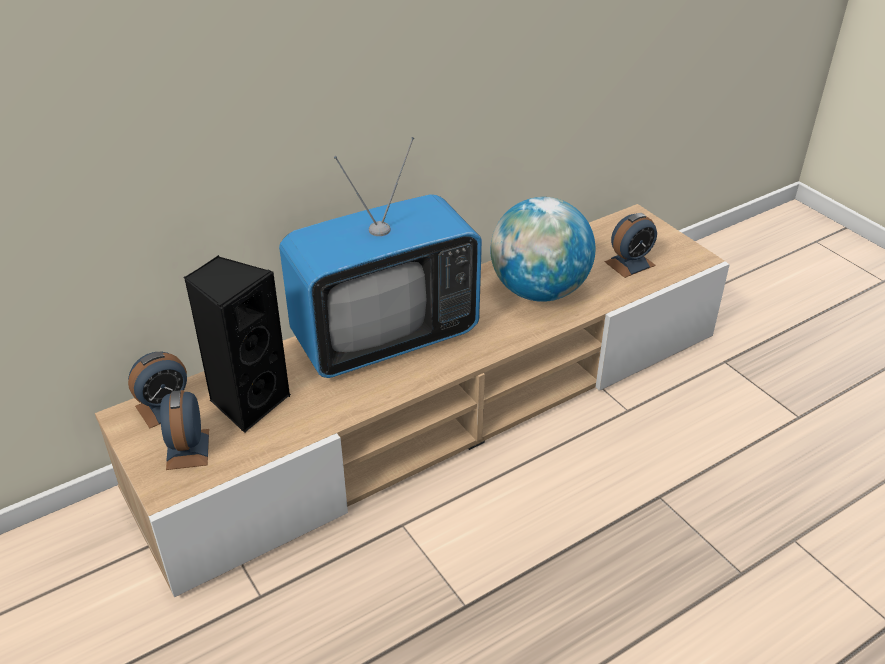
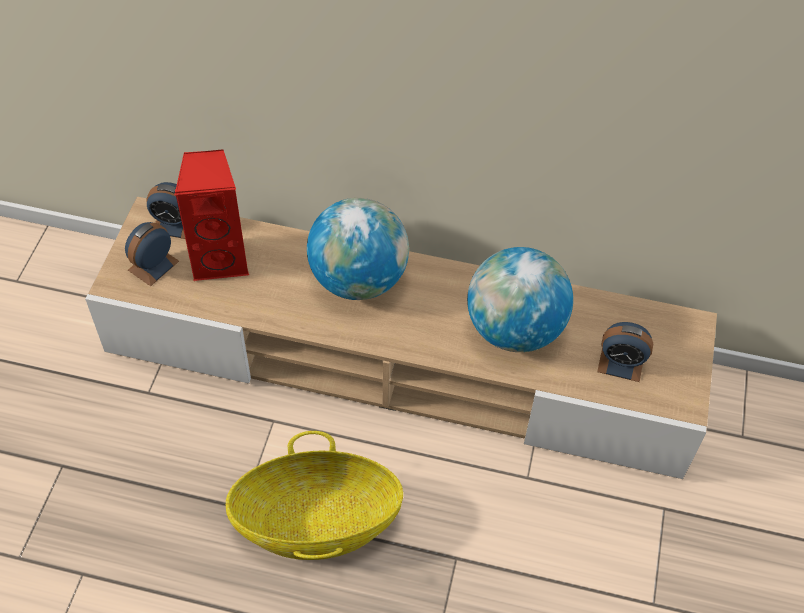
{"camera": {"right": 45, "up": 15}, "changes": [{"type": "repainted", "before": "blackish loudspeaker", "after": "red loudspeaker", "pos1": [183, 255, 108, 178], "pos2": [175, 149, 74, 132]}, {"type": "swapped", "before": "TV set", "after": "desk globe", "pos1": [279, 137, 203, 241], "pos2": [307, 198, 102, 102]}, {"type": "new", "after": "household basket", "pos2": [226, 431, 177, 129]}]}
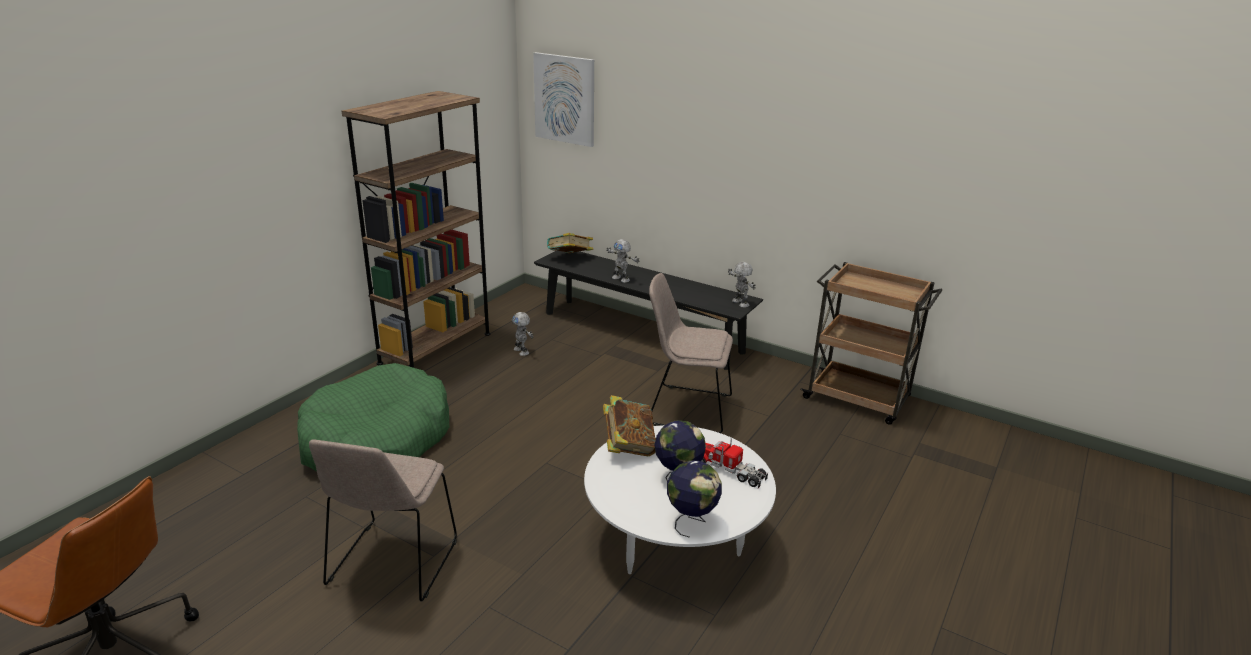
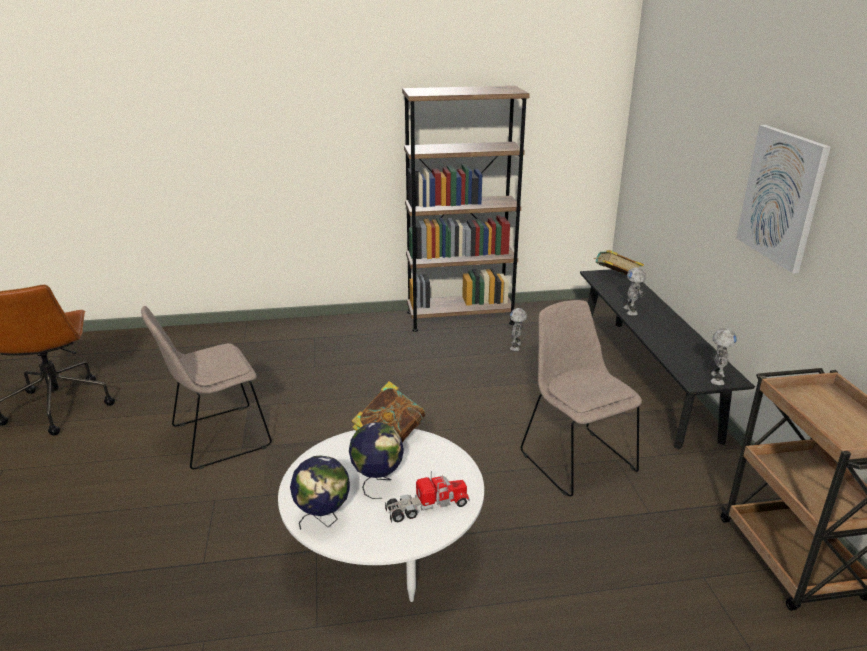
{"camera": {"right": 50, "up": 0}, "changes": [{"type": "gone", "before": "green-coloured dog bed", "pos1": [297, 363, 152, 109]}, {"type": "shifted", "before": "wall picture", "pos1": [533, 52, 61, 95], "pos2": [736, 125, 95, 148]}, {"type": "rotated", "before": "toy truck", "pos1": [701, 438, 67, 50], "pos2": [385, 471, 85, 51], "turn": 75}]}
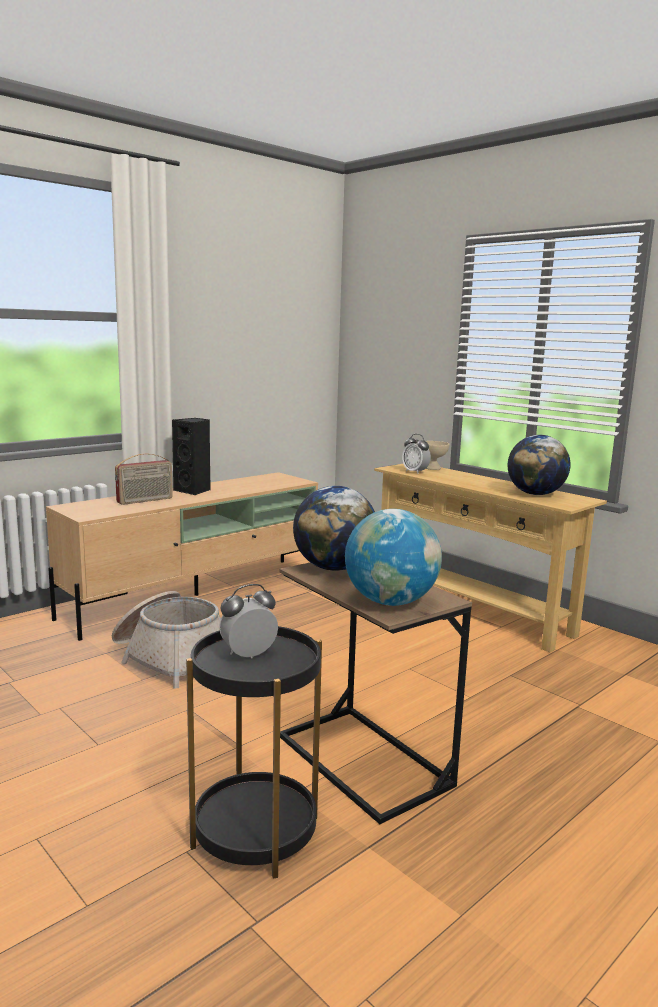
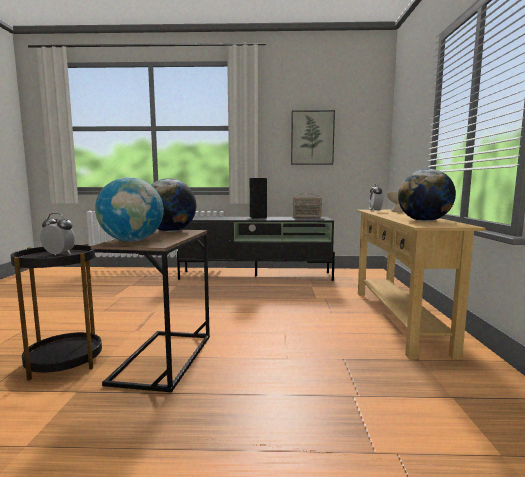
{"camera": {"right": 45, "up": -5}, "changes": [{"type": "repainted", "before": "beige-coloured tv unit", "after": "blackish tv unit", "pos1": [46, 472, 272, 169], "pos2": [177, 217, 158, 64]}, {"type": "gone", "before": "household basket", "pos1": [112, 591, 109, 97]}, {"type": "shifted", "before": "radio", "pos1": [115, 453, 58, 52], "pos2": [293, 193, 29, 24]}, {"type": "new", "after": "wall picture", "pos2": [291, 110, 44, 55]}]}
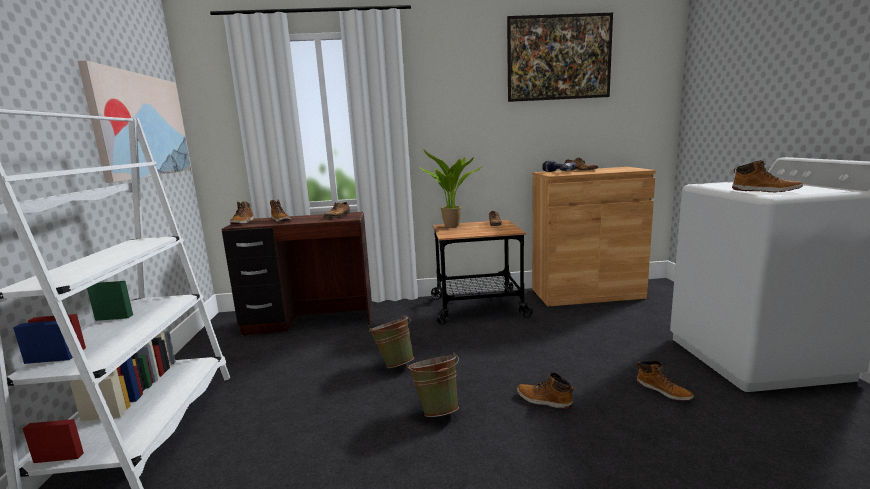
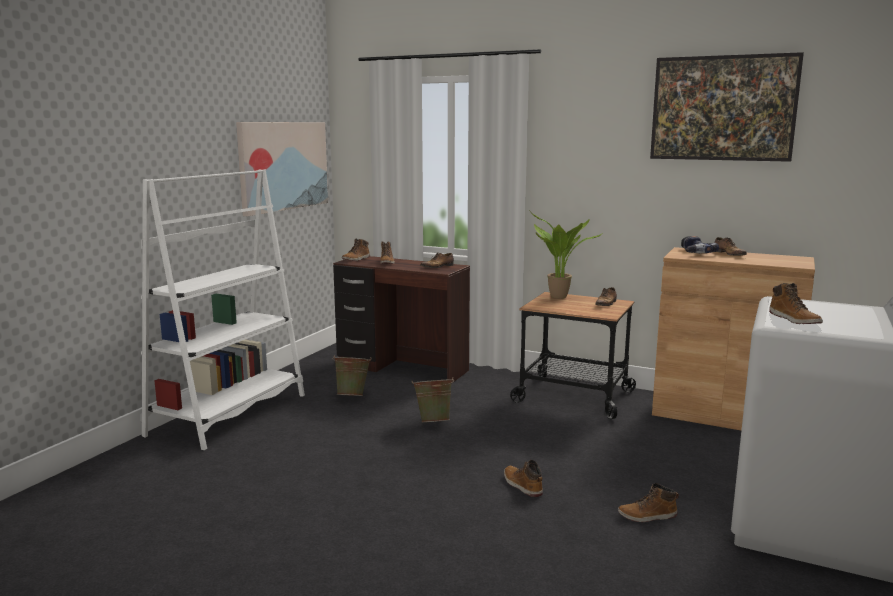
{"camera": {"right": 30, "up": 0}, "changes": [{"type": "shifted", "before": "green-coloured water bucket", "pos1": [407, 352, 52, 65], "pos2": [332, 356, 40, 40]}, {"type": "rotated", "before": "boot", "pos1": [637, 360, 57, 41], "pos2": [618, 483, 61, 39], "turn": 90}]}
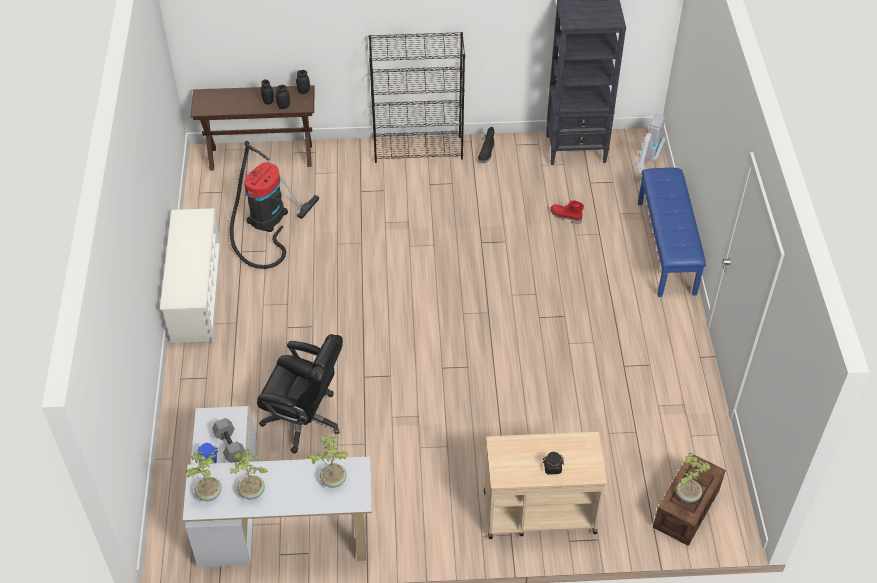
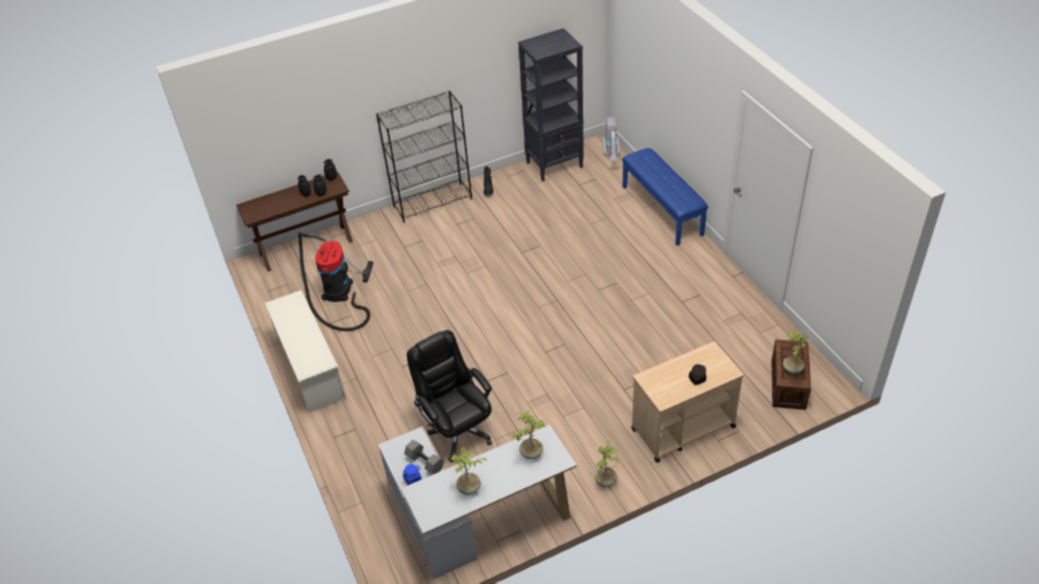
{"camera": {"right": -20, "up": -5}, "changes": [{"type": "shifted", "before": "houseplant", "pos1": [186, 450, 36, 51], "pos2": [595, 441, 24, 46]}, {"type": "rotated", "before": "blackish office chair", "pos1": [257, 334, 86, 120], "pos2": [407, 330, 85, 133], "turn": -120}, {"type": "gone", "before": "red boot", "pos1": [550, 200, 34, 24]}]}
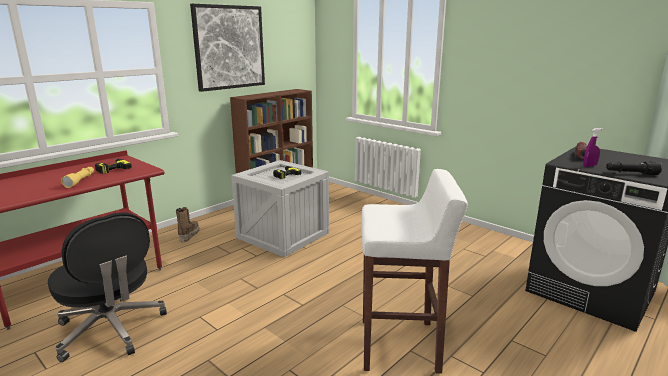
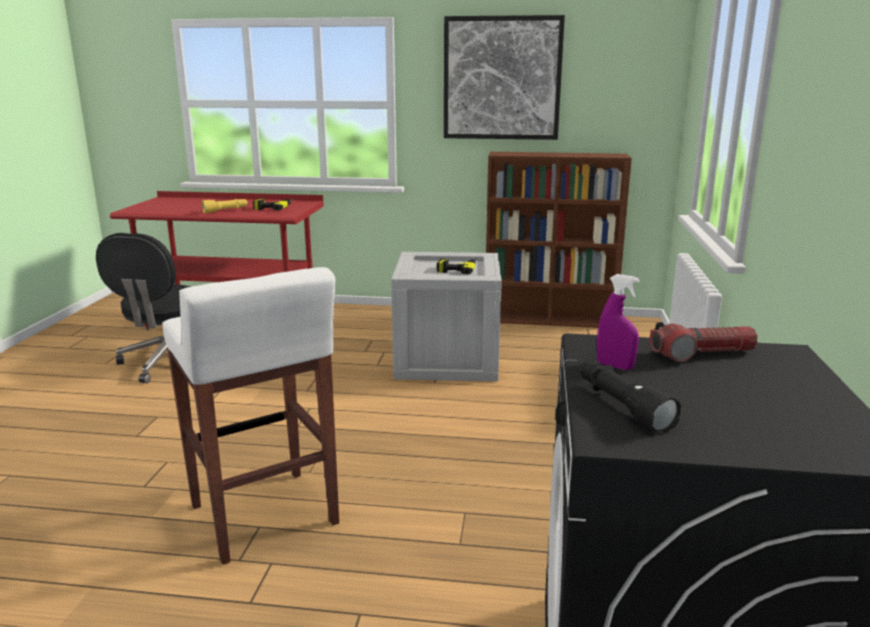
{"camera": {"right": 55, "up": 0}, "changes": [{"type": "gone", "before": "boot", "pos1": [176, 207, 23, 35]}]}
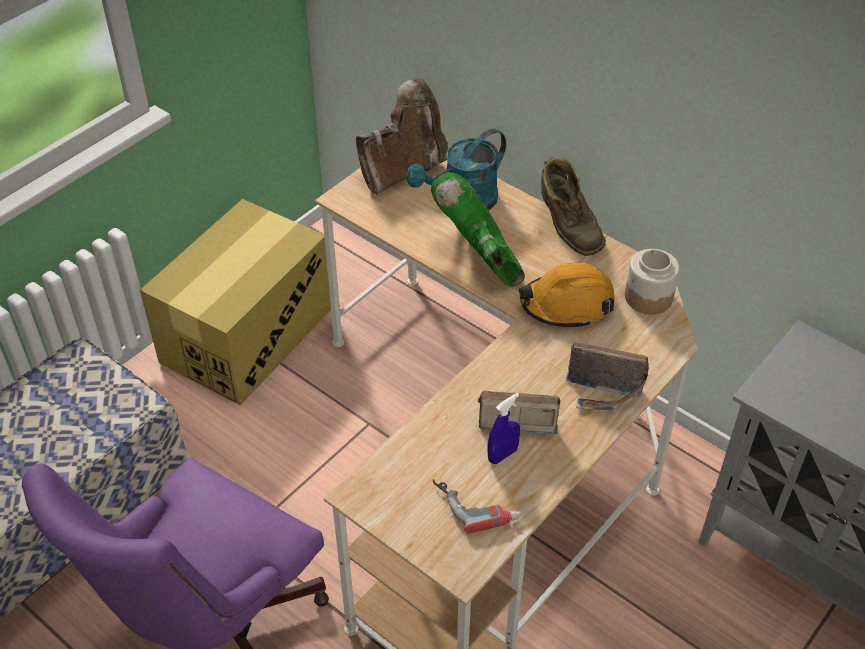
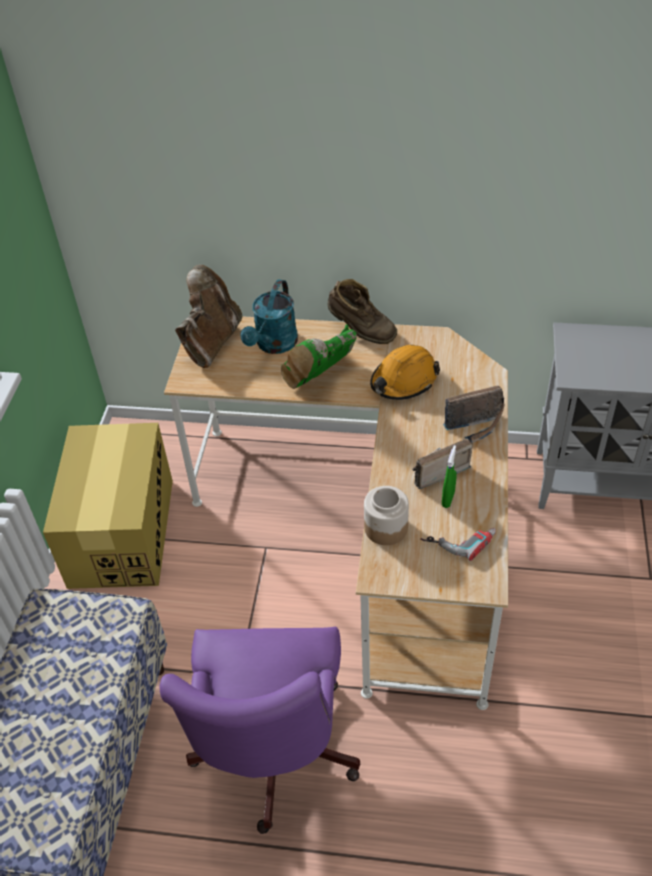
{"camera": {"right": -30, "up": 0}, "changes": [{"type": "rotated", "before": "green-coloured boot", "pos1": [431, 172, 94, 115], "pos2": [281, 324, 76, 65], "turn": -75}, {"type": "repainted", "before": "bluish spray bottle", "after": "green-coloured spray bottle", "pos1": [487, 393, 33, 71], "pos2": [442, 445, 15, 63]}, {"type": "shifted", "before": "preserve jar", "pos1": [625, 249, 55, 66], "pos2": [364, 486, 45, 59]}]}
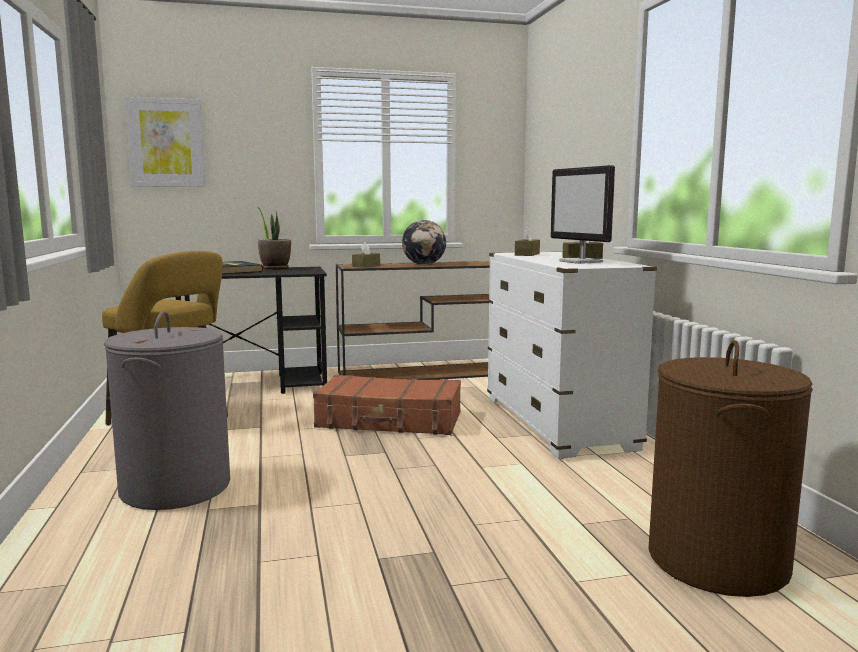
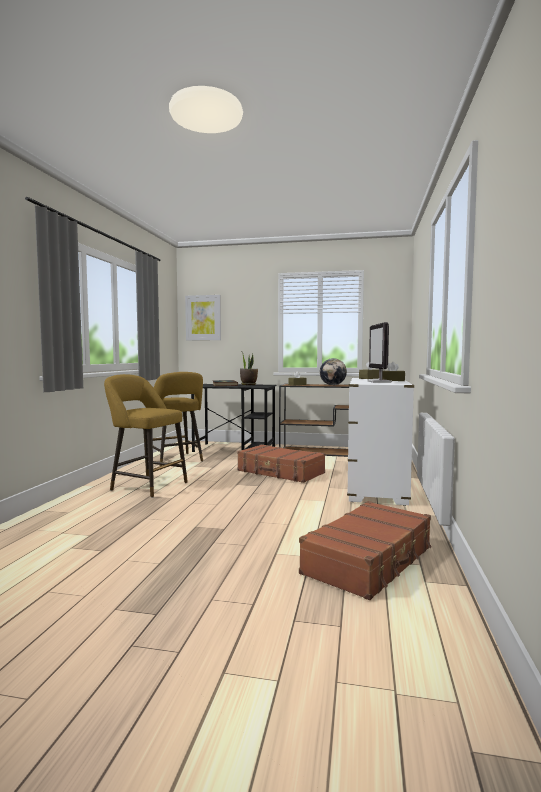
{"camera": {"right": 25, "up": -5}, "changes": [{"type": "swapped", "before": "grey laundry basket", "after": "yellow-coloured sitting stool", "pos1": [104, 311, 126, 199], "pos2": [104, 374, 84, 124]}, {"type": "swapped", "before": "brownish laundry basket", "after": "brownish travel case", "pos1": [648, 340, 165, 257], "pos2": [299, 501, 133, 99]}]}
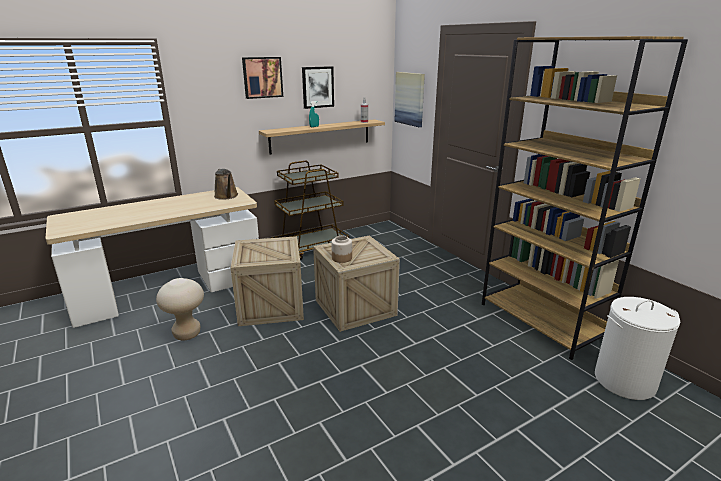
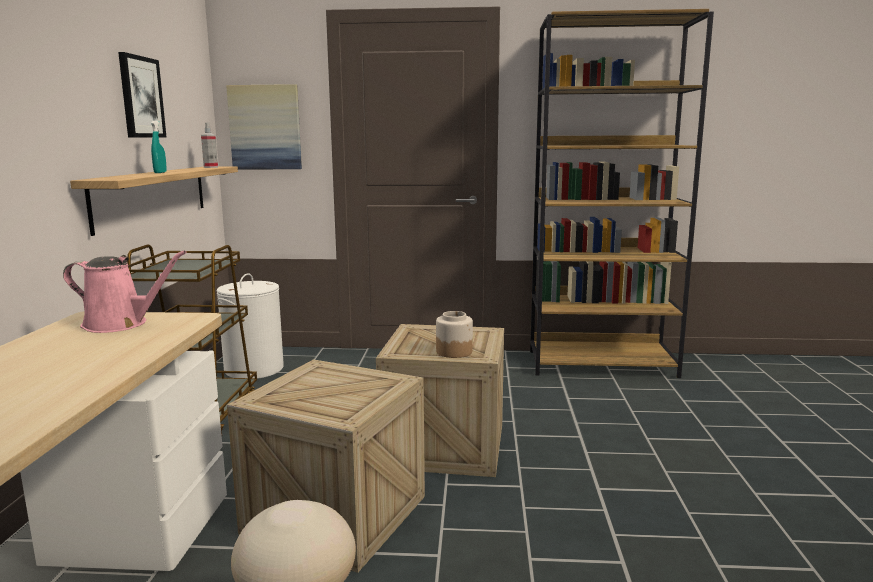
{"camera": {"right": -55, "up": -10}, "changes": [{"type": "repainted", "before": "brownish watering can", "after": "pinkish watering can", "pos1": [214, 168, 24, 32], "pos2": [63, 250, 123, 83]}, {"type": "gone", "before": "wall picture", "pos1": [242, 57, 41, 42]}, {"type": "shifted", "before": "white laundry basket", "pos1": [595, 297, 86, 103], "pos2": [217, 273, 67, 106]}]}
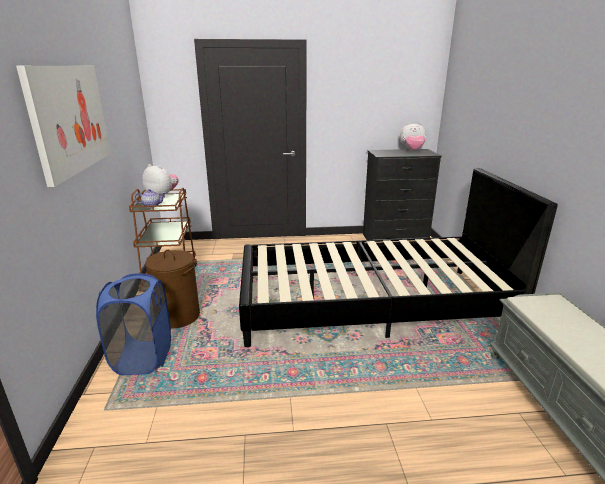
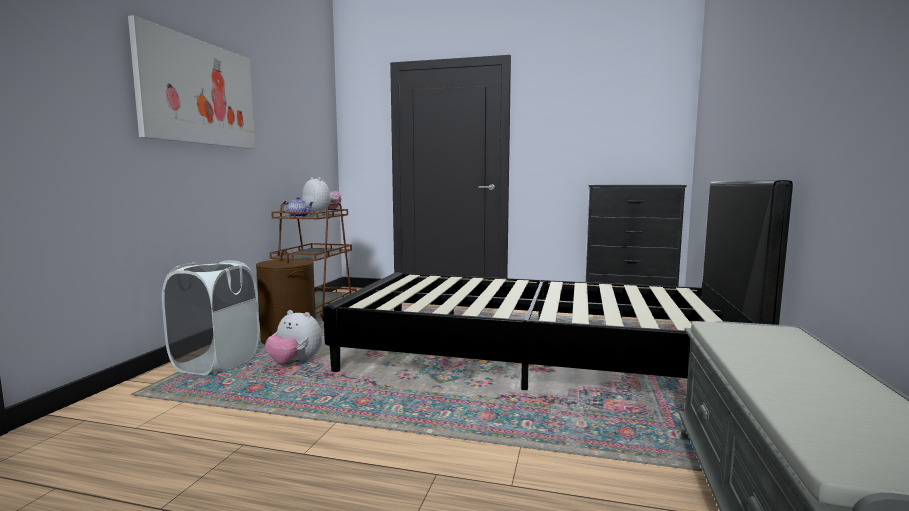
{"camera": {"right": 20, "up": -15}, "changes": [{"type": "repainted", "before": "bluish laundry basket", "after": "white laundry basket", "pos1": [96, 273, 75, 102], "pos2": [162, 260, 98, 116]}, {"type": "shifted", "before": "plush toy", "pos1": [400, 123, 26, 28], "pos2": [265, 310, 57, 54]}]}
